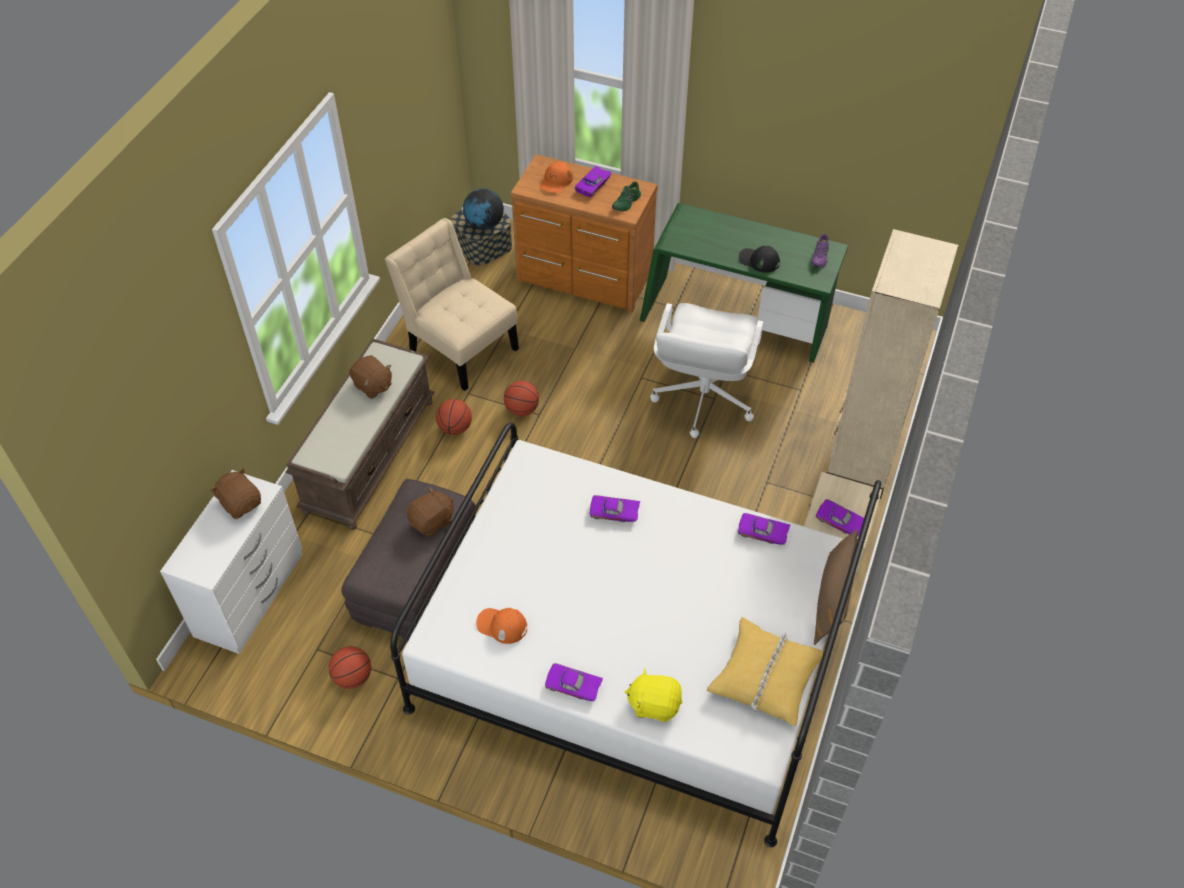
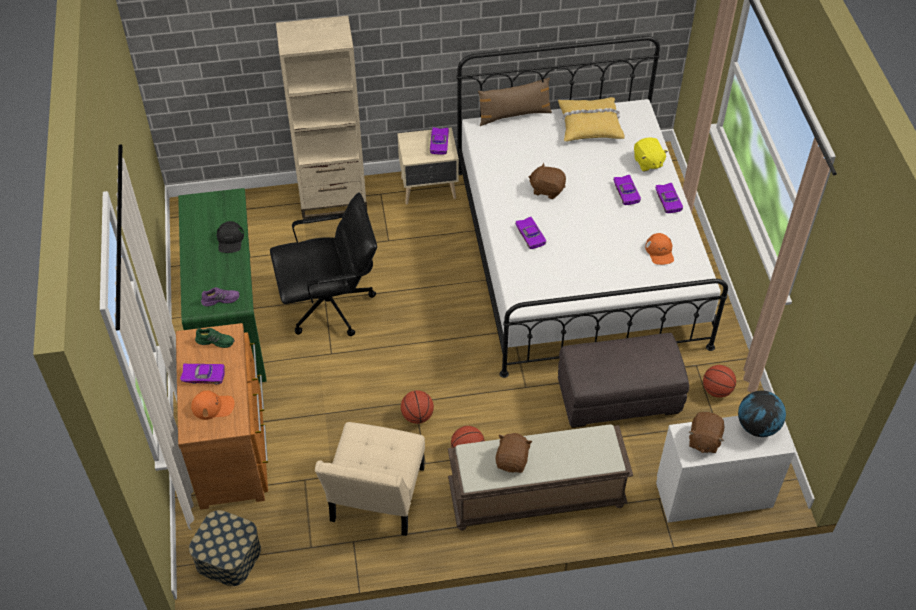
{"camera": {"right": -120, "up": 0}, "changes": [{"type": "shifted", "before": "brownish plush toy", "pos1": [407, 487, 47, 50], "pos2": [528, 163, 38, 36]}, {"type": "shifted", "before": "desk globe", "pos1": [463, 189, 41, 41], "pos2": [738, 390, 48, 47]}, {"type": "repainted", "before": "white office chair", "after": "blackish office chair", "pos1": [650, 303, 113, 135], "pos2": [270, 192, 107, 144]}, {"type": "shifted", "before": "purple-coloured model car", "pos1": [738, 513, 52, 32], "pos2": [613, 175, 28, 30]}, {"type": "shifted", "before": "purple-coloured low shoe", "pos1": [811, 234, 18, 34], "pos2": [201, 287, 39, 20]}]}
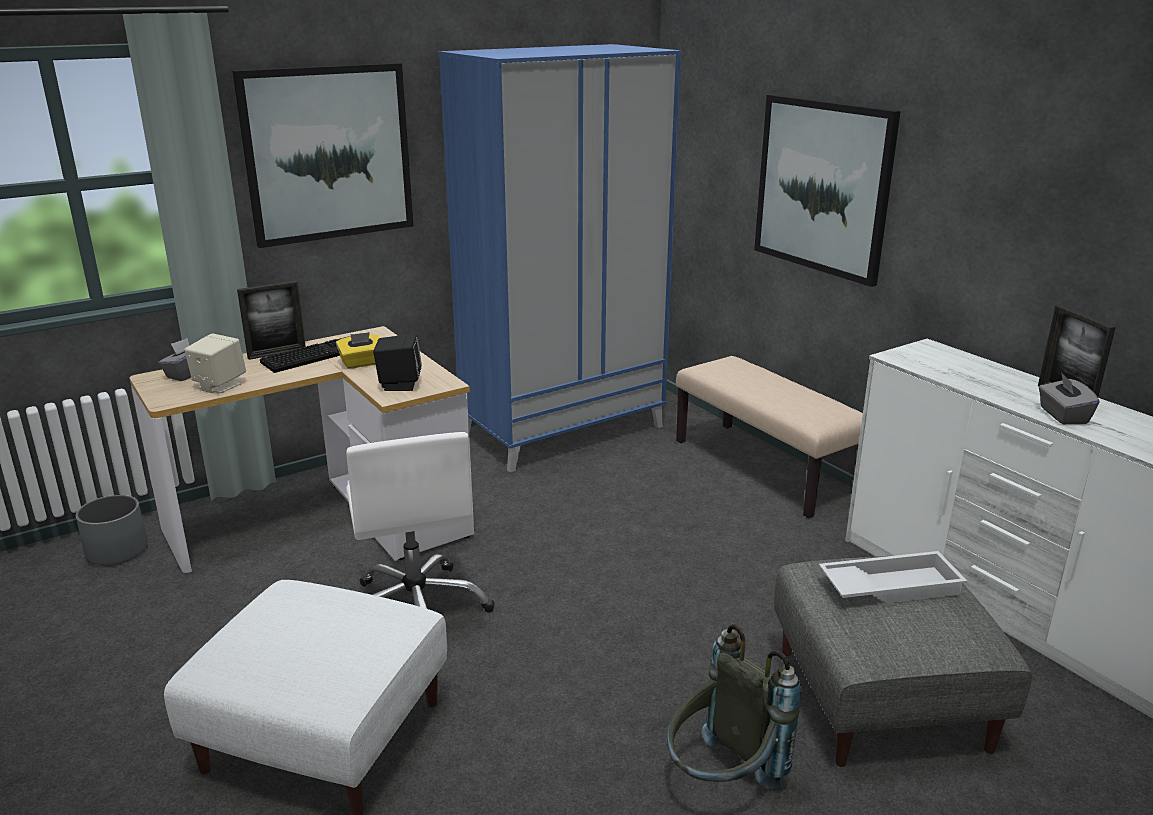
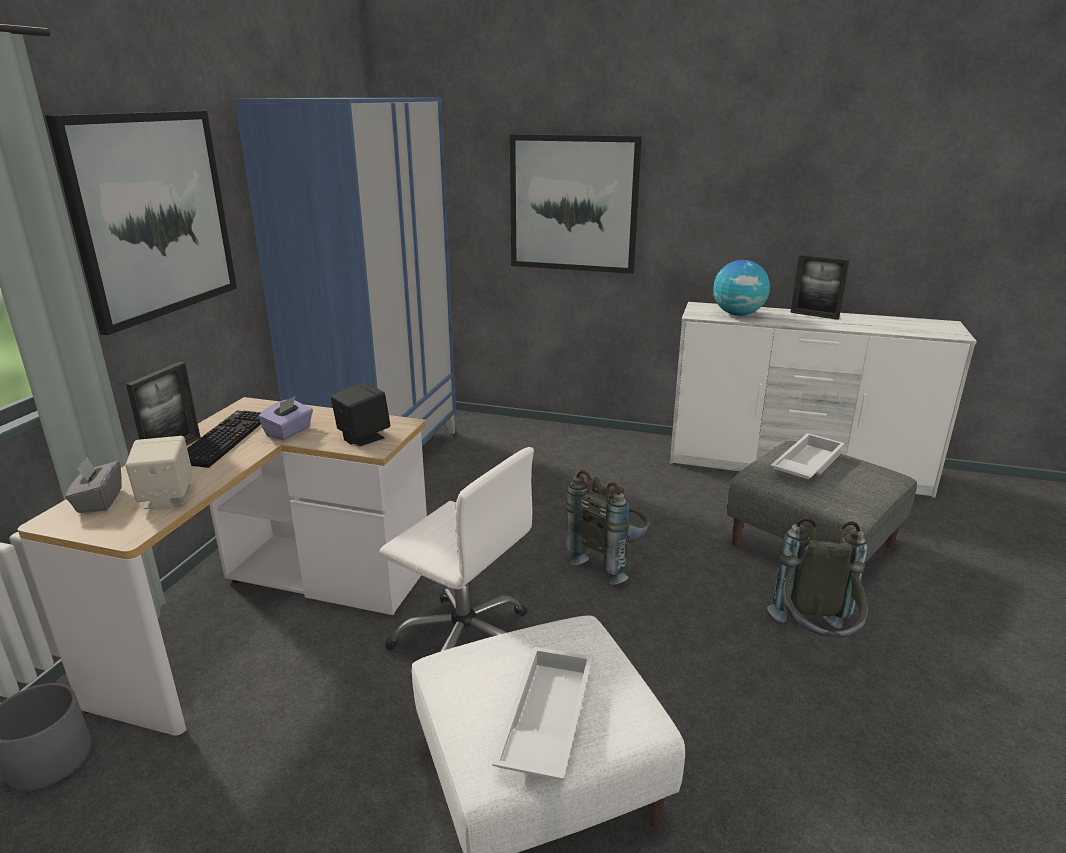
{"camera": {"right": -40, "up": 0}, "changes": [{"type": "repainted", "before": "yellow-coloured tissue box", "after": "purple-coloured tissue box", "pos1": [336, 332, 44, 37], "pos2": [258, 396, 55, 44]}, {"type": "gone", "before": "beige-coloured indoor bench", "pos1": [676, 356, 187, 162]}, {"type": "gone", "before": "grey tissue box", "pos1": [1039, 373, 60, 51]}, {"type": "new", "after": "white serving tray", "pos2": [492, 647, 101, 133]}, {"type": "new", "after": "grey knapsack", "pos2": [566, 470, 84, 115]}, {"type": "new", "after": "desk globe", "pos2": [713, 260, 57, 56]}]}
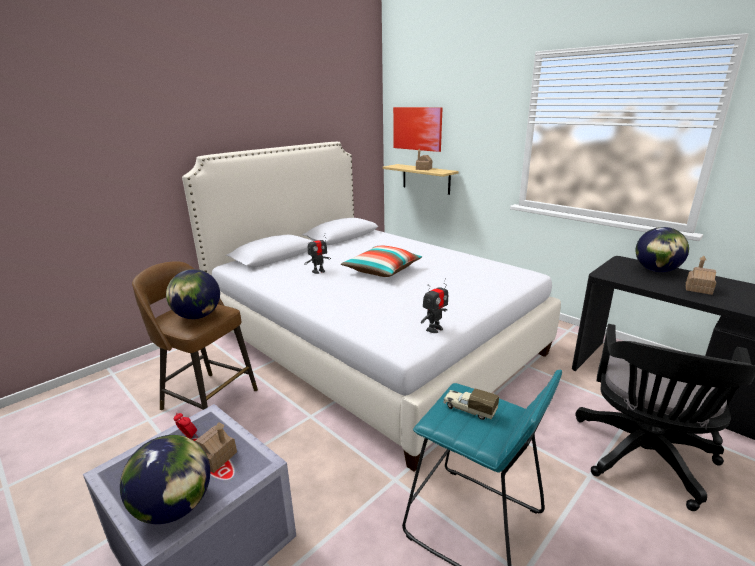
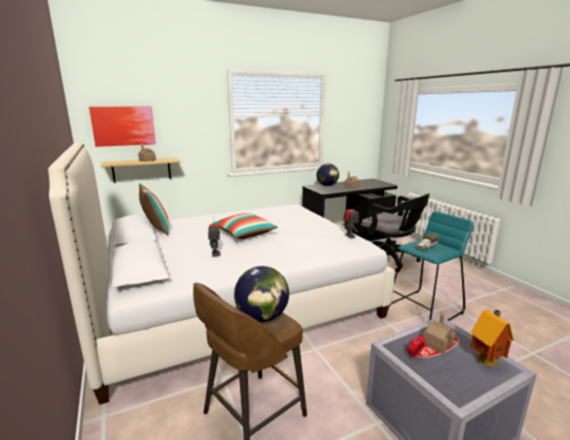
{"camera": {"right": -70, "up": -5}, "changes": [{"type": "swapped", "before": "desk globe", "after": "toy house", "pos1": [120, 435, 90, 89], "pos2": [471, 309, 43, 59]}, {"type": "new", "after": "throw pillow", "pos2": [139, 183, 30, 52]}]}
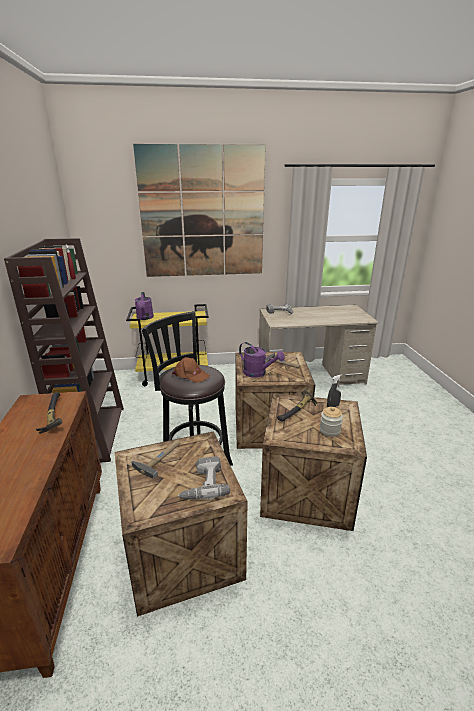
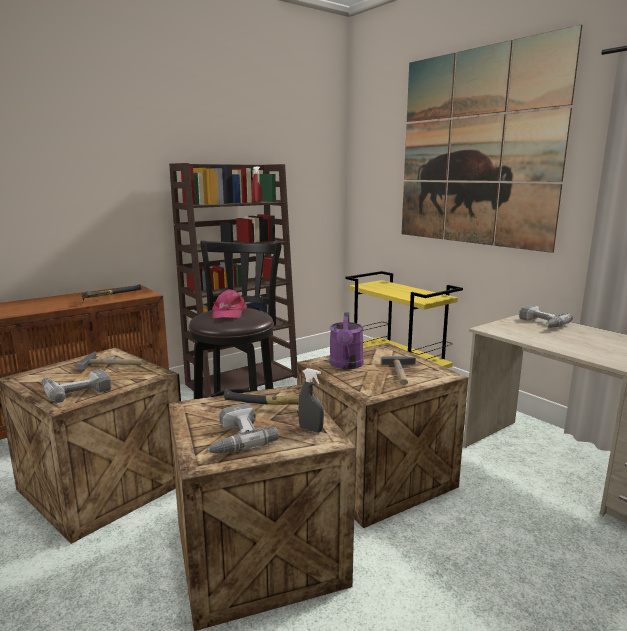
{"camera": {"right": 60, "up": -10}, "changes": [{"type": "gone", "before": "purple-coloured watering can", "pos1": [135, 292, 19, 28]}, {"type": "repainted", "before": "brownish baseball cap", "after": "pinkish baseball cap", "pos1": [172, 357, 38, 26], "pos2": [212, 289, 35, 29]}, {"type": "swapped", "before": "preserve jar", "after": "power drill", "pos1": [320, 407, 23, 30], "pos2": [207, 404, 72, 49]}]}
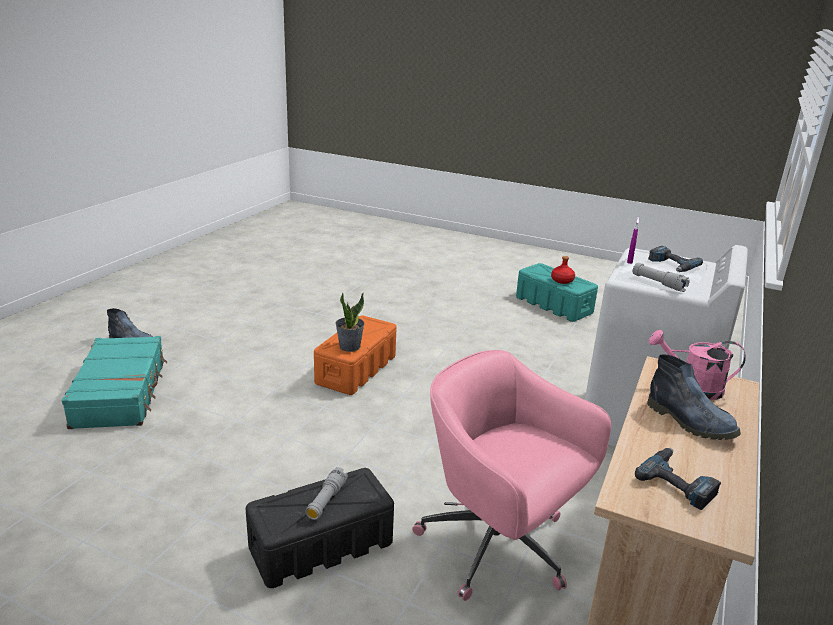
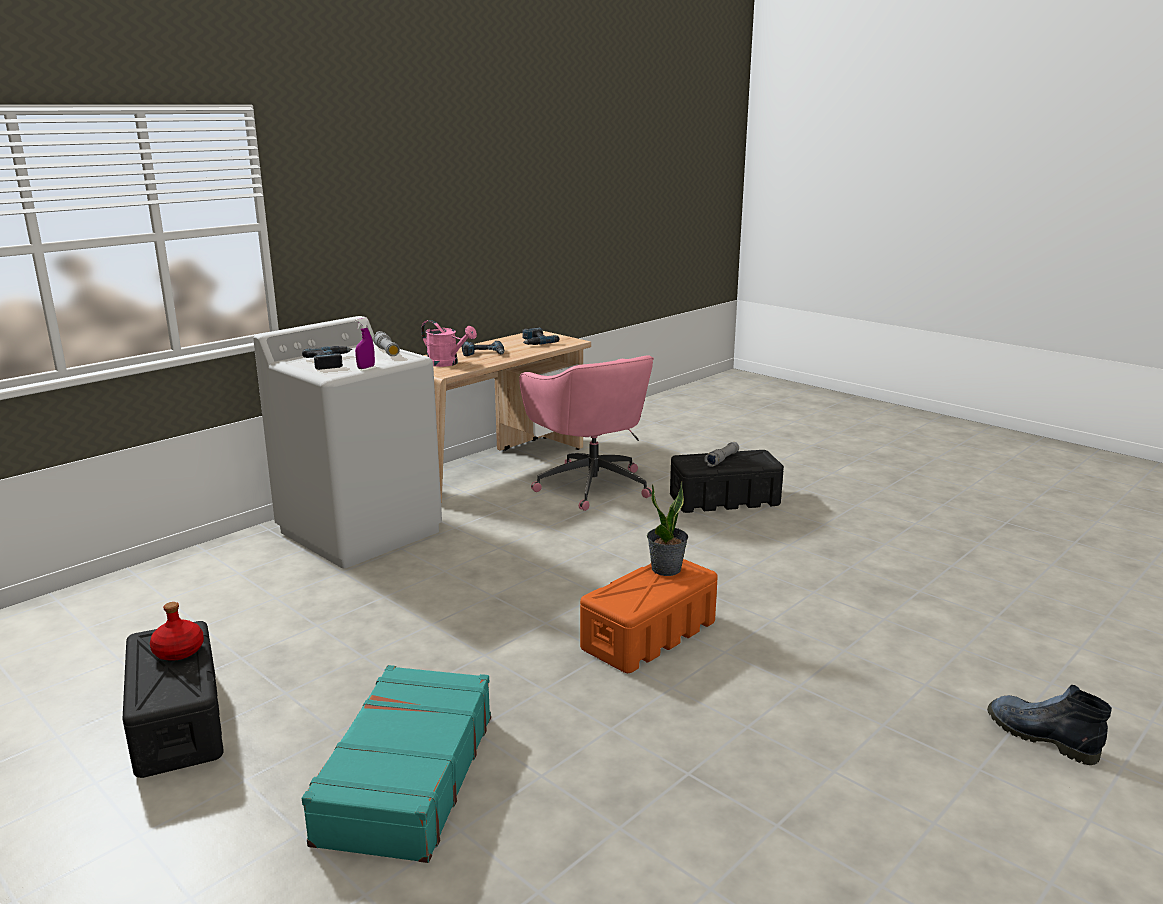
{"camera": {"right": -160, "up": -5}, "changes": [{"type": "shifted", "before": "turquoise-coloured travel case", "pos1": [62, 336, 105, 93], "pos2": [302, 665, 189, 198]}, {"type": "repainted", "before": "turquoise-coloured storage container", "after": "blackish storage container", "pos1": [516, 263, 82, 59], "pos2": [123, 621, 101, 157]}, {"type": "swapped", "before": "boot", "after": "power drill", "pos1": [647, 354, 94, 86], "pos2": [462, 341, 42, 15]}]}
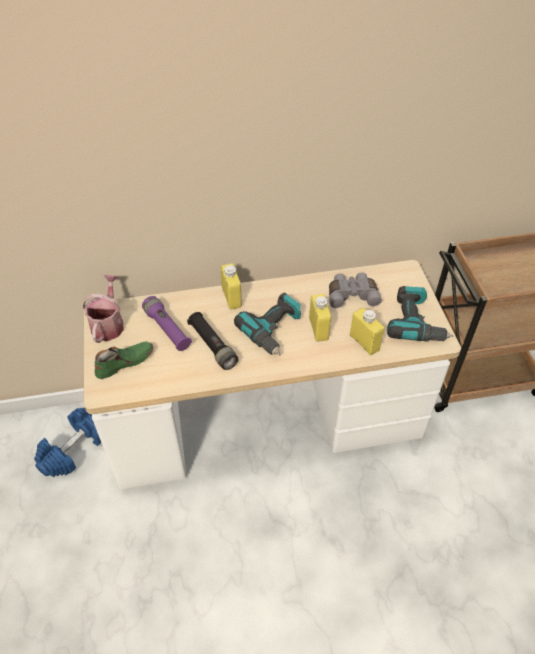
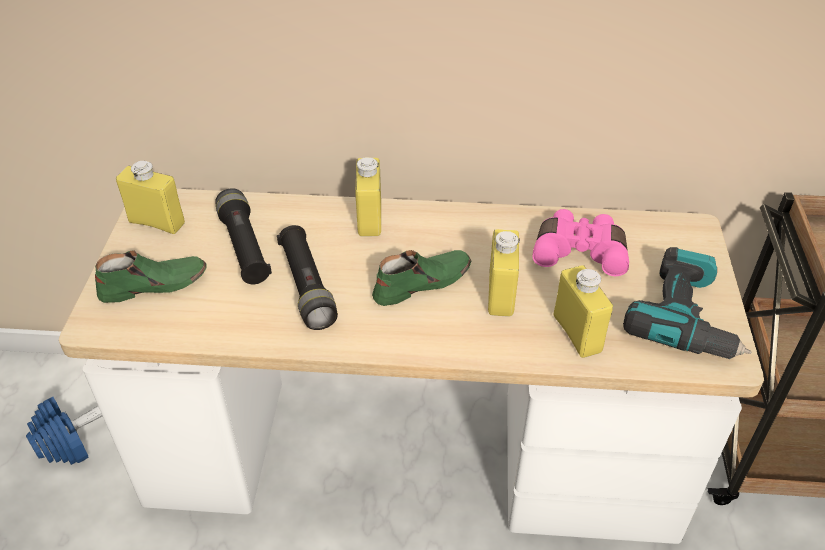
{"camera": {"right": 15, "up": -5}, "changes": [{"type": "swapped", "before": "watering can", "after": "yellow-coloured drink bottle", "pos1": [83, 275, 41, 68], "pos2": [116, 161, 69, 73]}, {"type": "repainted", "before": "purple-coloured hand torch", "after": "blackish hand torch", "pos1": [142, 296, 50, 55], "pos2": [215, 188, 57, 96]}, {"type": "swapped", "before": "power drill", "after": "green-coloured low shoe", "pos1": [234, 293, 67, 62], "pos2": [372, 250, 99, 56]}, {"type": "repainted", "before": "grey binoculars", "after": "pinkish binoculars", "pos1": [329, 272, 53, 36], "pos2": [533, 209, 96, 67]}]}
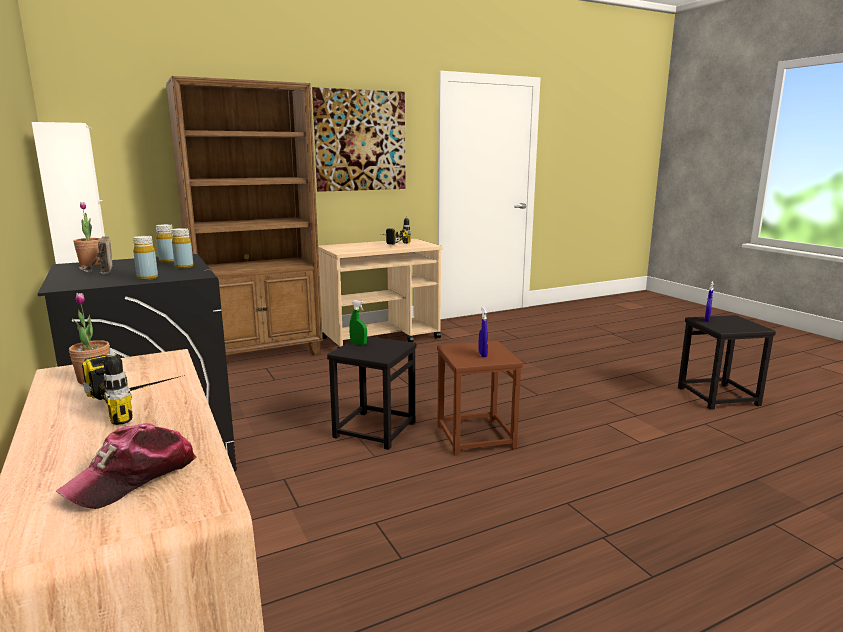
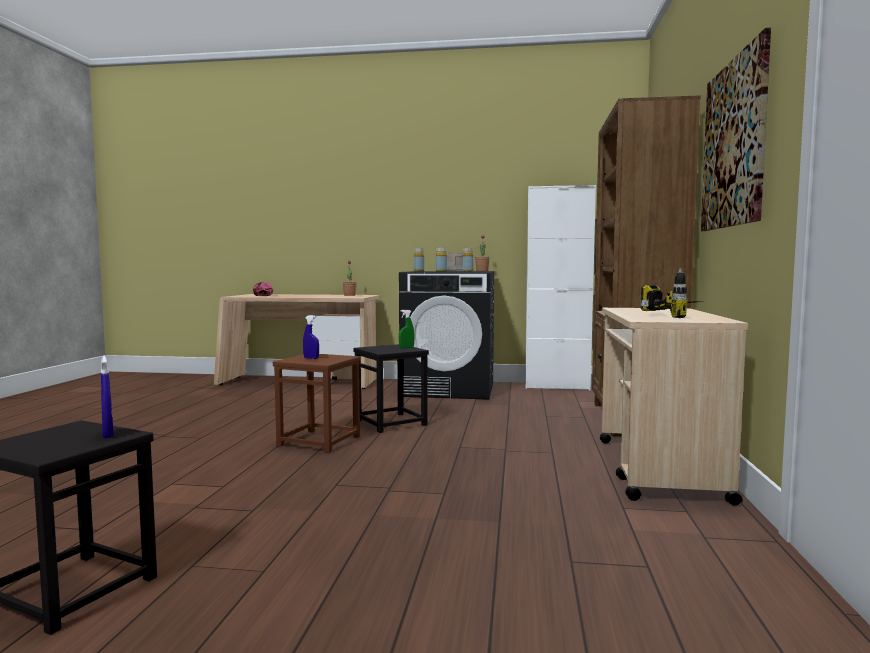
{"camera": {"right": 125, "up": -10}, "changes": [{"type": "gone", "before": "power drill", "pos1": [82, 348, 103, 77]}]}
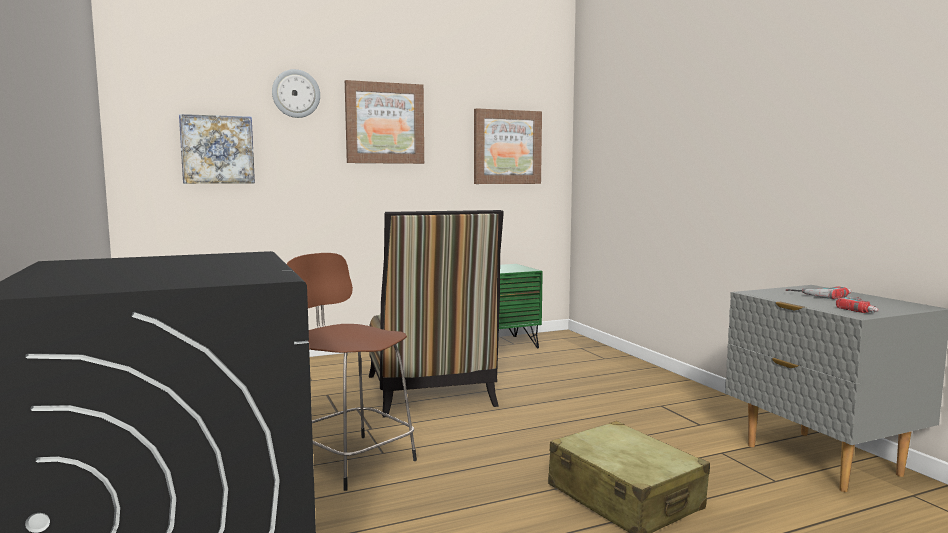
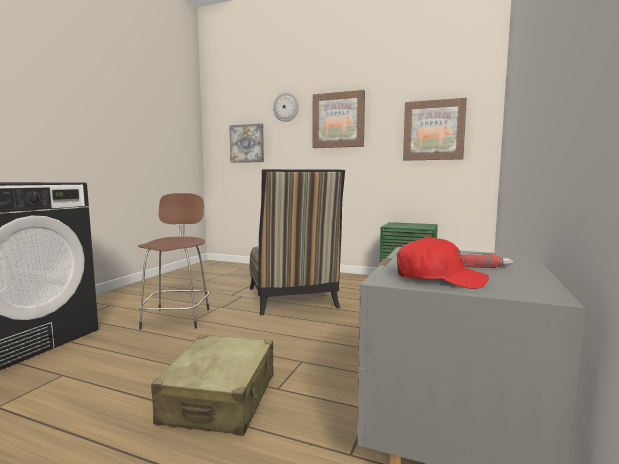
{"camera": {"right": 45, "up": 0}, "changes": [{"type": "rotated", "before": "plain chair", "pos1": [369, 210, 135, 208], "pos2": [250, 169, 95, 146], "turn": -45}, {"type": "swapped", "before": "power drill", "after": "red baseball cap", "pos1": [836, 297, 43, 16], "pos2": [397, 236, 92, 53]}]}
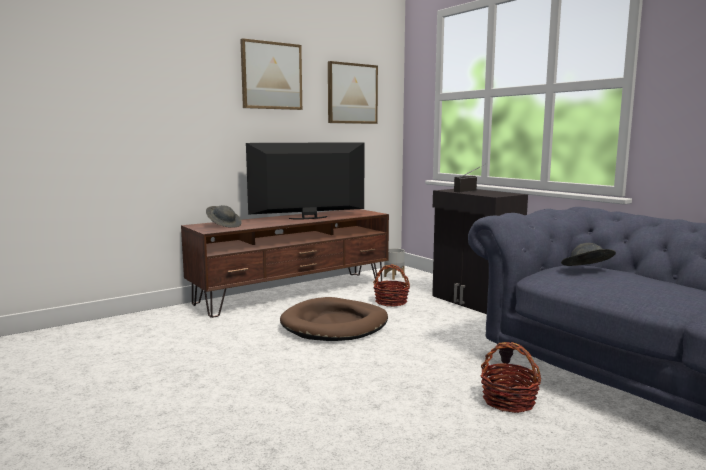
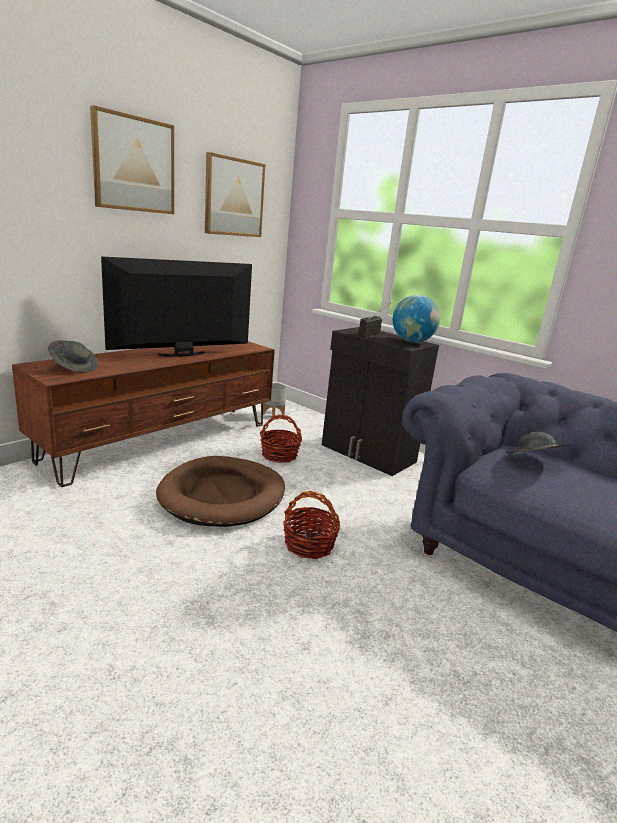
{"camera": {"right": -15, "up": 10}, "changes": [{"type": "shifted", "before": "household basket", "pos1": [480, 342, 61, 71], "pos2": [283, 491, 57, 68]}, {"type": "new", "after": "desk globe", "pos2": [393, 295, 47, 48]}]}
